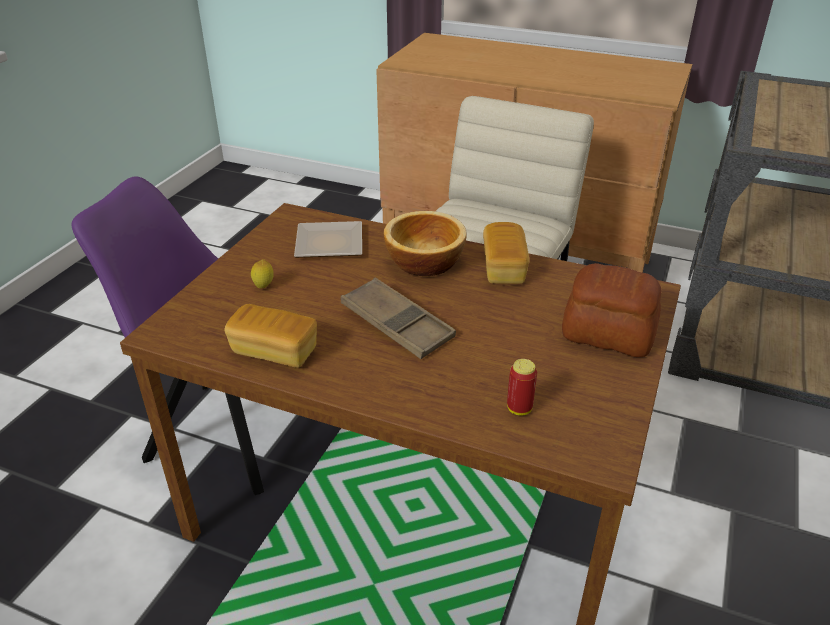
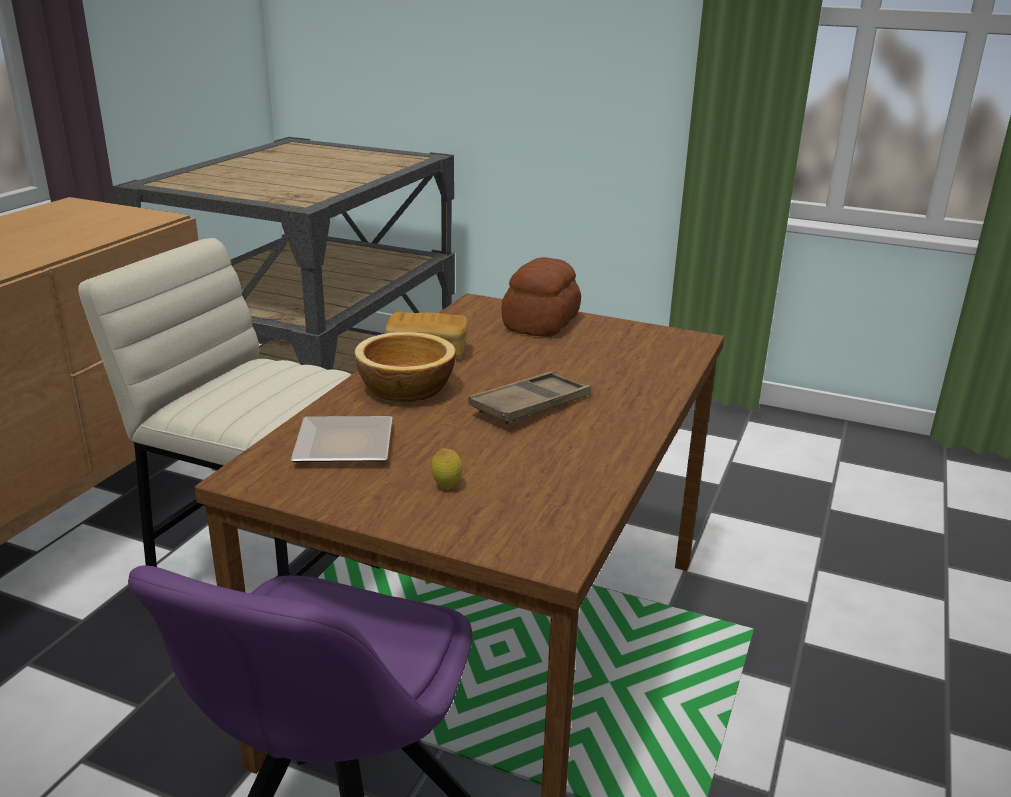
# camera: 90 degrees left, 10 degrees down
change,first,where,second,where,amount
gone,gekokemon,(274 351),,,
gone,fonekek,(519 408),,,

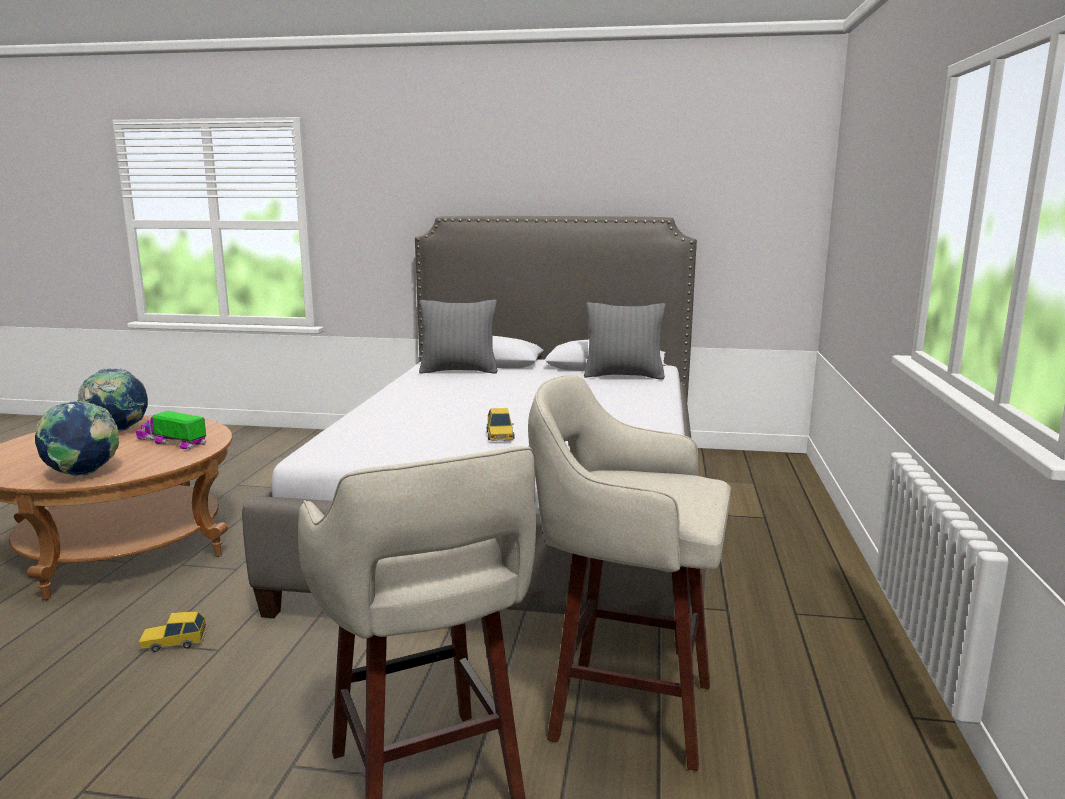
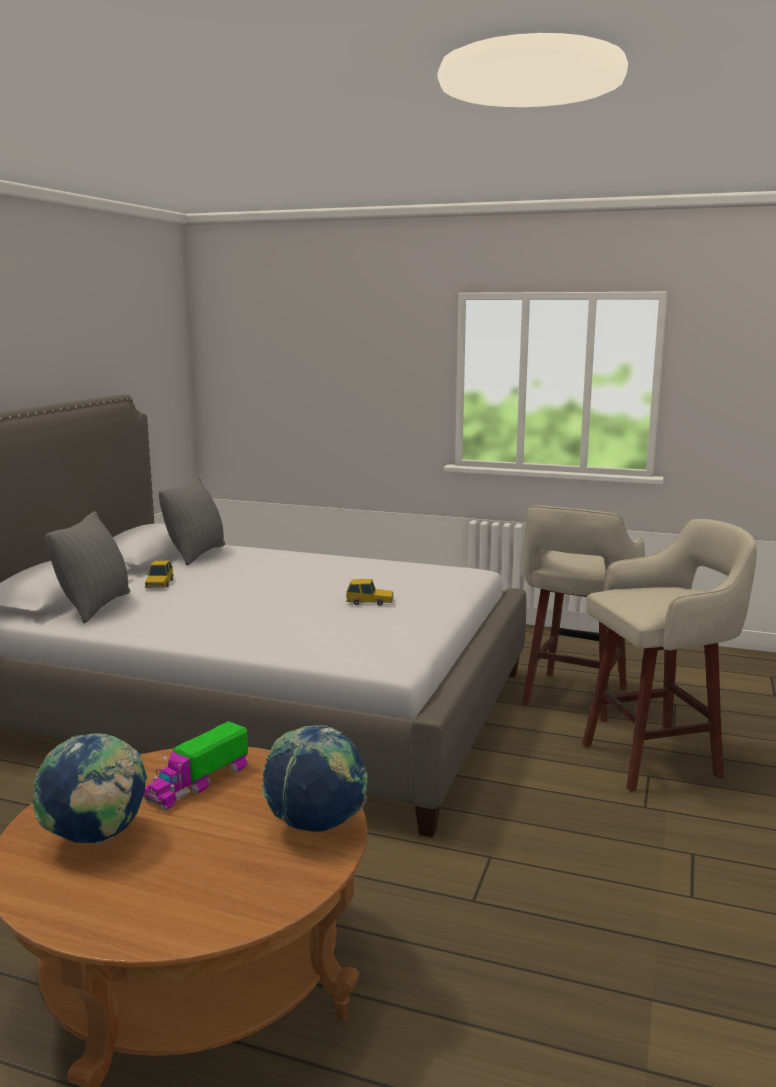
# camera: 80 degrees left, 0 degrees up
change,first,where,second,where,amount
shifted,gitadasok,(173 642),,(159 584),

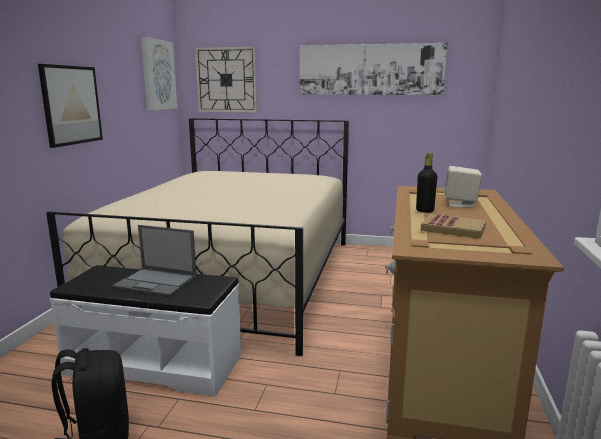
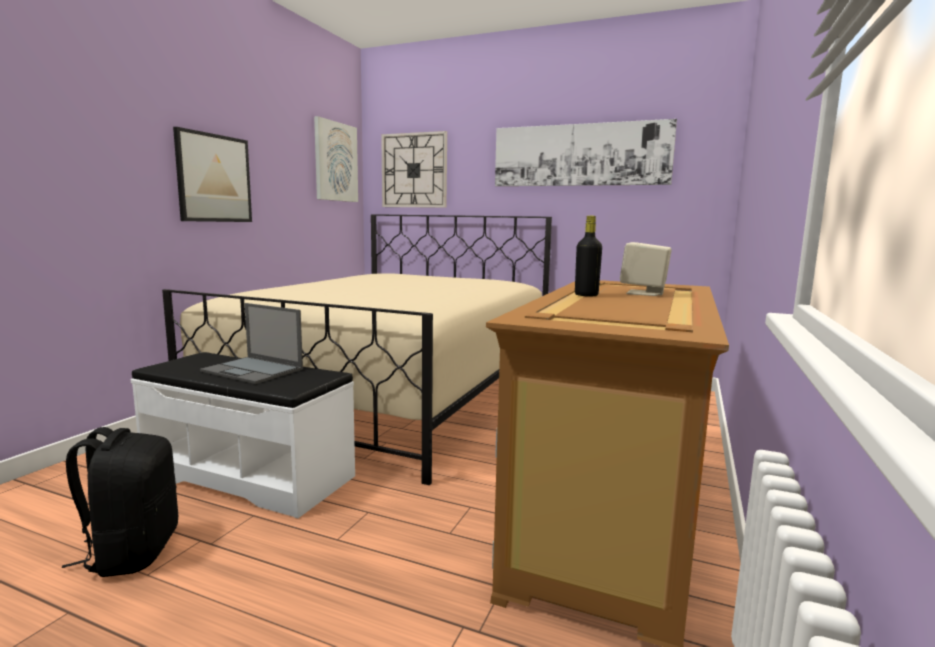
# camera: 10 degrees right, 5 degrees down
change,first,where,second,where,amount
gone,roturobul,(453 229),,,

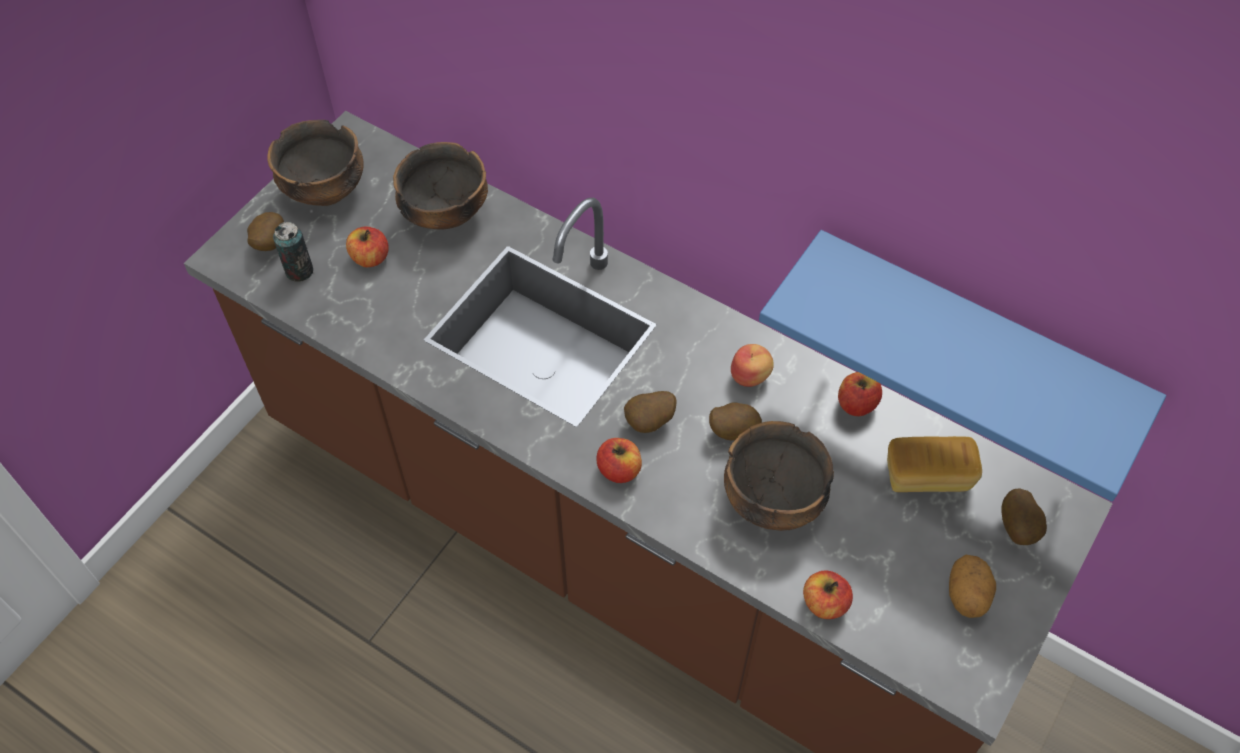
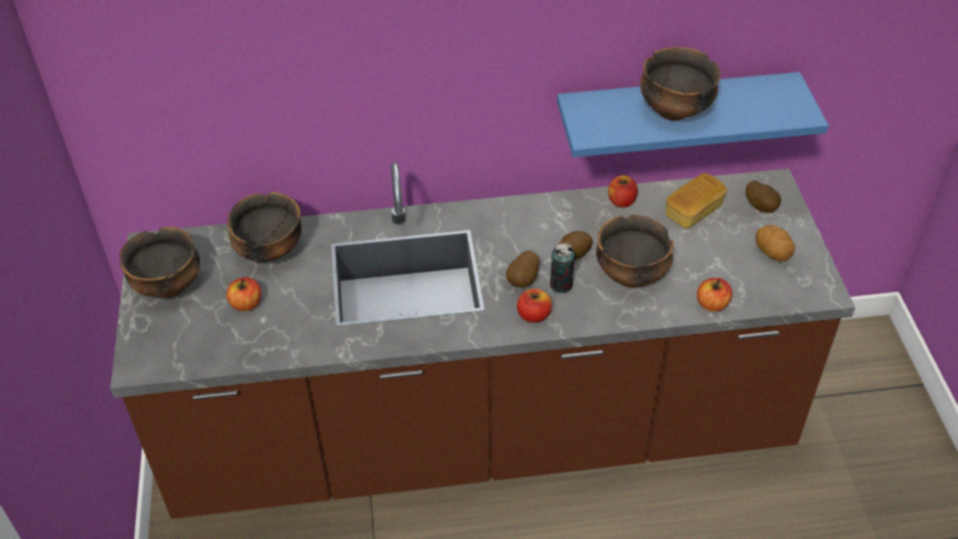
# camera: 40 degrees left, 10 degrees down
change,first,where,second,where,amount
shifted,fonekek,(299 271),,(561 285),
new,,,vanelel,(674 109),
gone,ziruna,(268 244),,,
gone,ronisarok,(750 376),,,

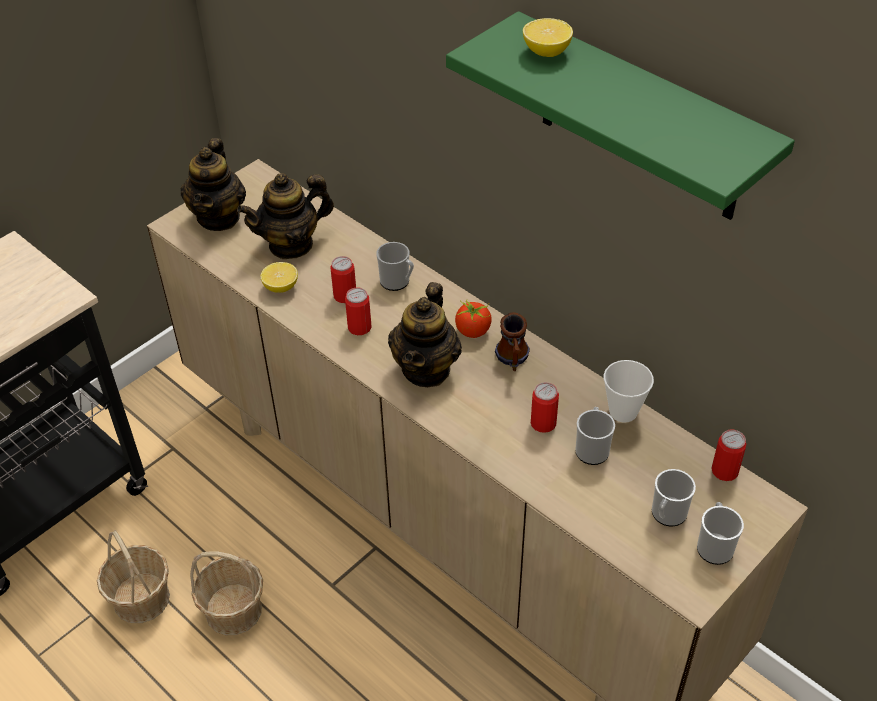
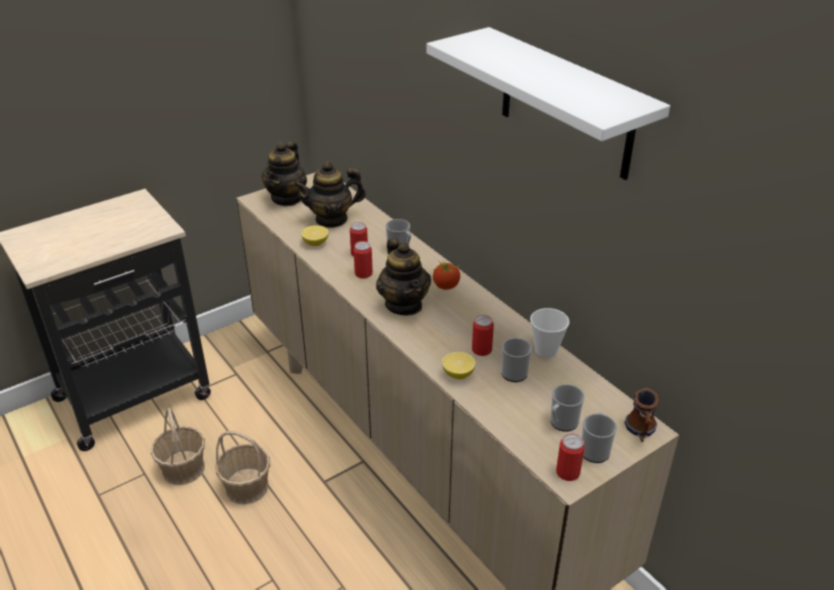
# camera: 10 degrees right, 10 degrees down
change,first,where,second,where,amount
rotated,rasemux,(426 369),,(404 305),45 degrees counterclockwise
repainted,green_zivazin,(640 120),white_zivazin,(566 104),
shifted,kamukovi,(546 52),,(458 374),
shifted,fonekek,(724 471),,(567 472),
shifted,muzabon,(513 360),,(640 432),

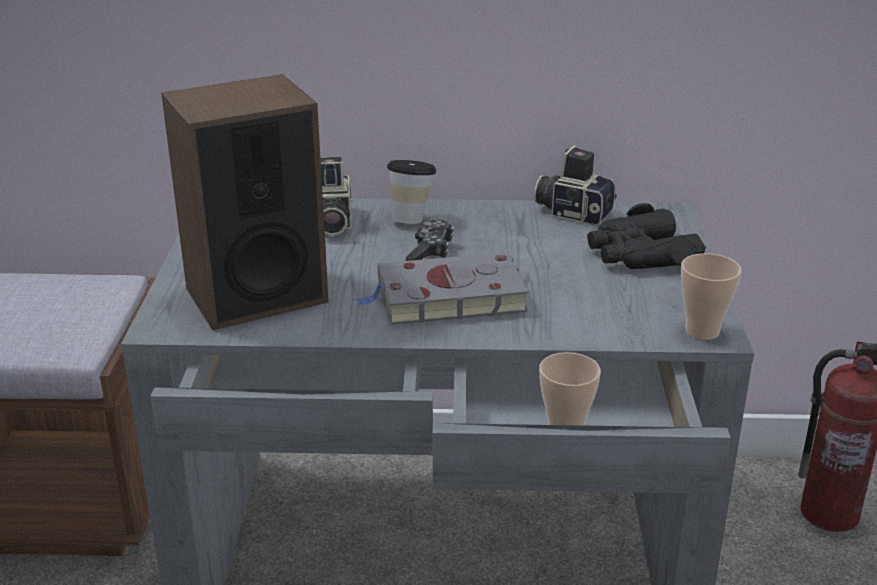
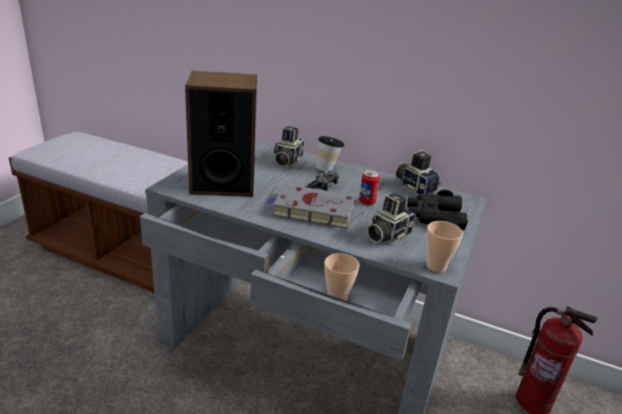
# camera: 20 degrees right, 0 degrees up
change,first,where,second,where,amount
new,,,fonekek,(367 202),
new,,,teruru,(386 235),

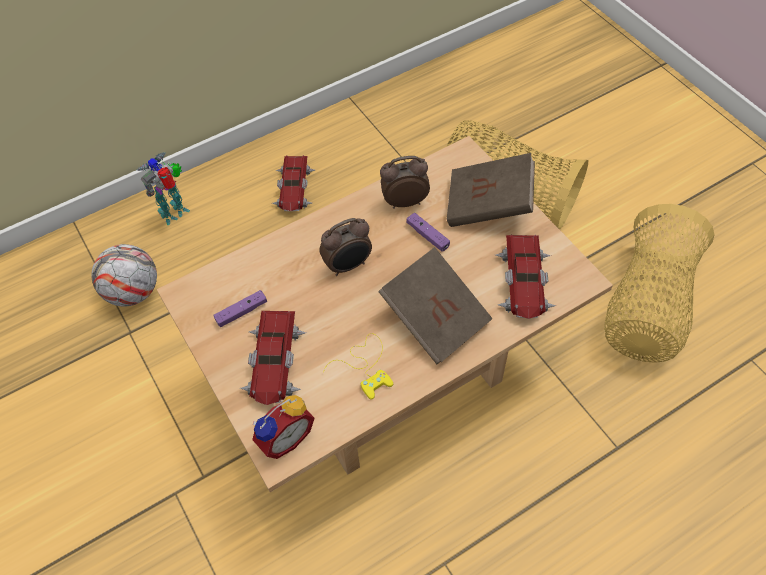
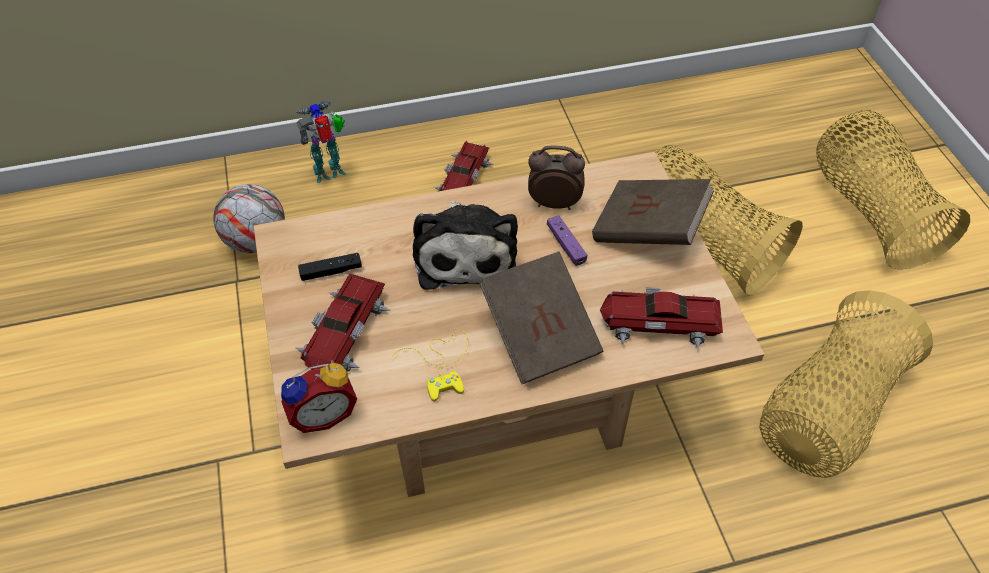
# camera: 15 degrees right, 5 degrees down
change,first,where,second,where,amount
repainted,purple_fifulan,(241 312),black_fifulan,(331 271),
swapped,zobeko,(348 266),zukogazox,(465 254),
rotated,gitadasok,(524 282),,(658 323),75 degrees clockwise
new,,,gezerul,(871 212),

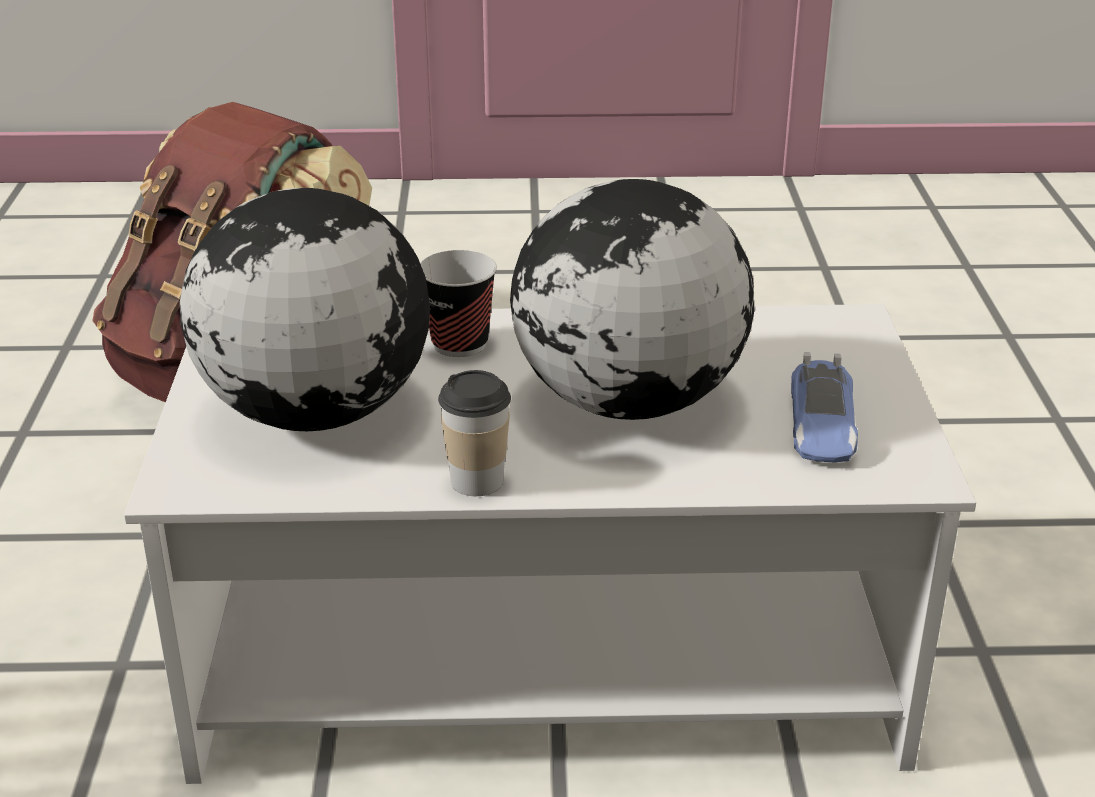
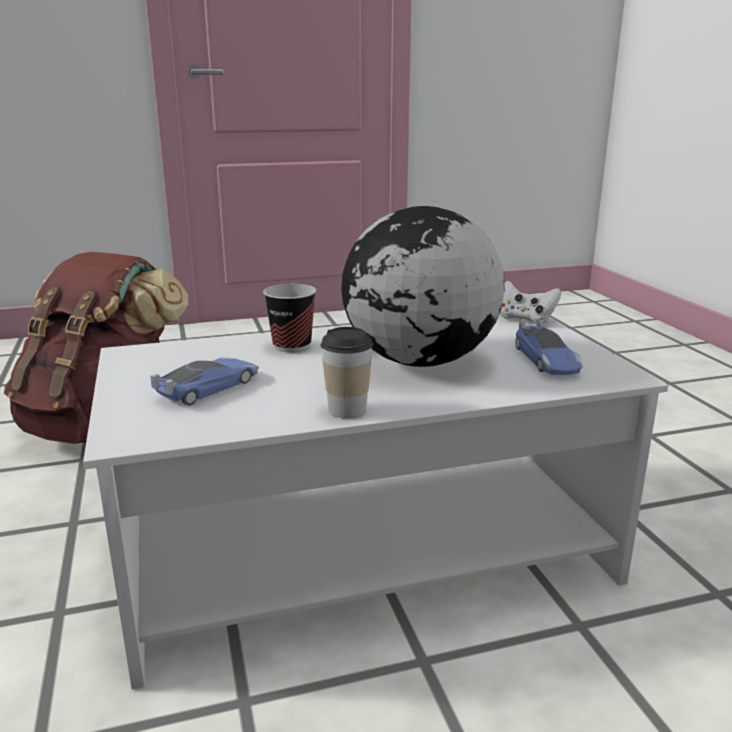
# camera: 15 degrees left, 10 degrees down
change,first,where,second,where,amount
swapped,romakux,(313 412),gitadasok,(209 388),
new,,,white_fifulan,(525 319),

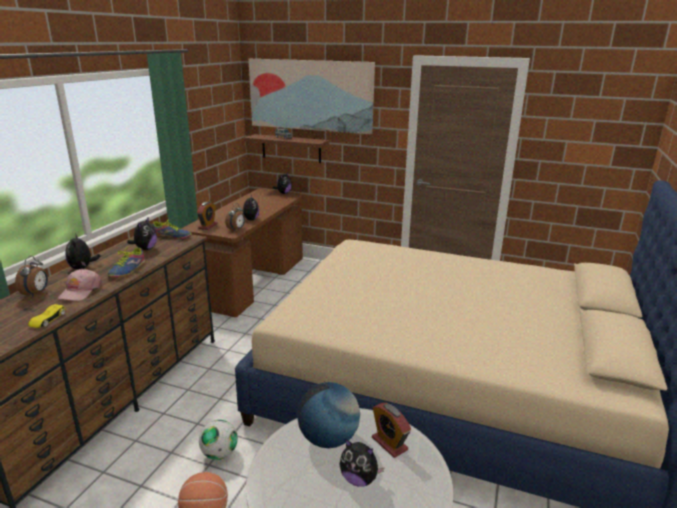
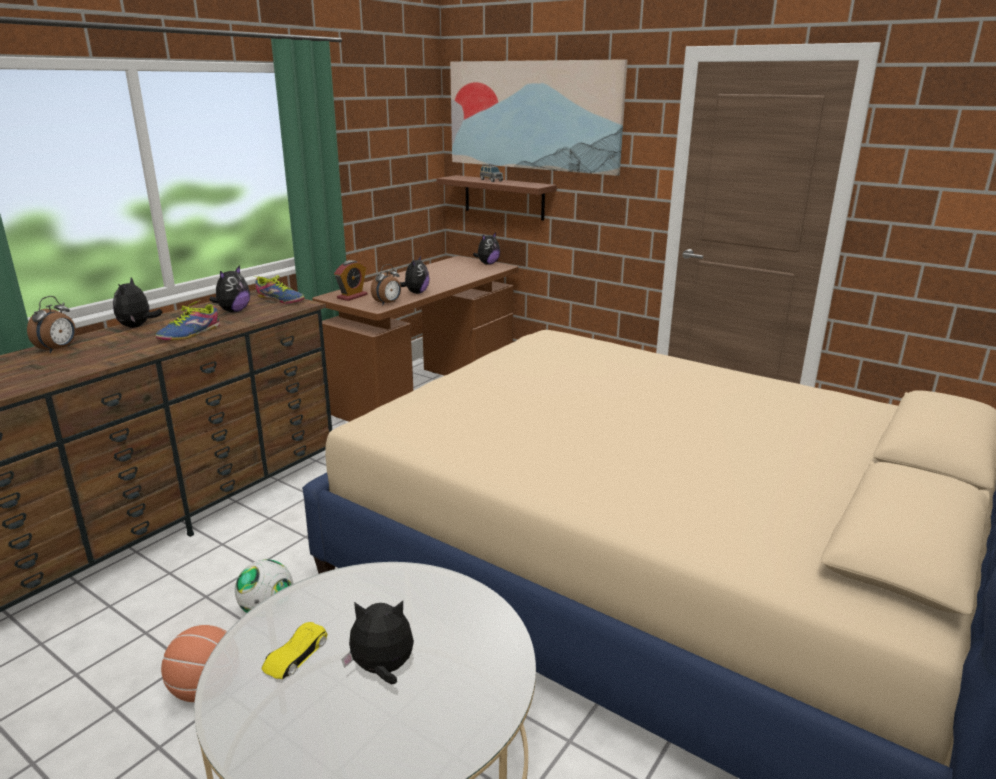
# camera: 15 degrees right, 0 degrees up
change,first,where,second,where,amount
shifted,yellow_gitadasok,(47 319),,(295 655),
rotated,zukogazox,(359 479),,(382 670),135 degrees clockwise
gone,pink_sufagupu,(80 291),,,
gone,romakux,(328 439),,,
gone,zobeko,(389 443),,,

